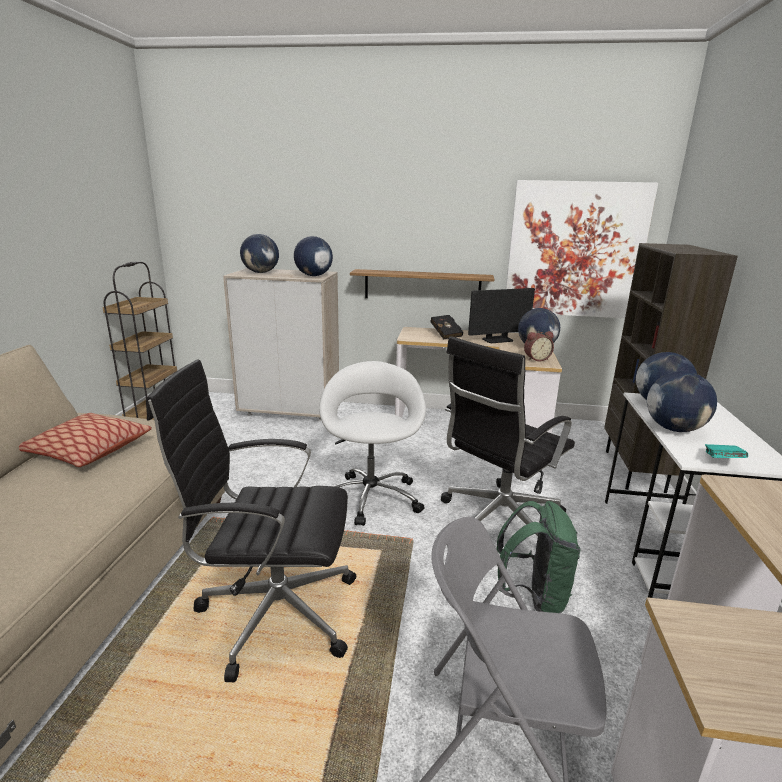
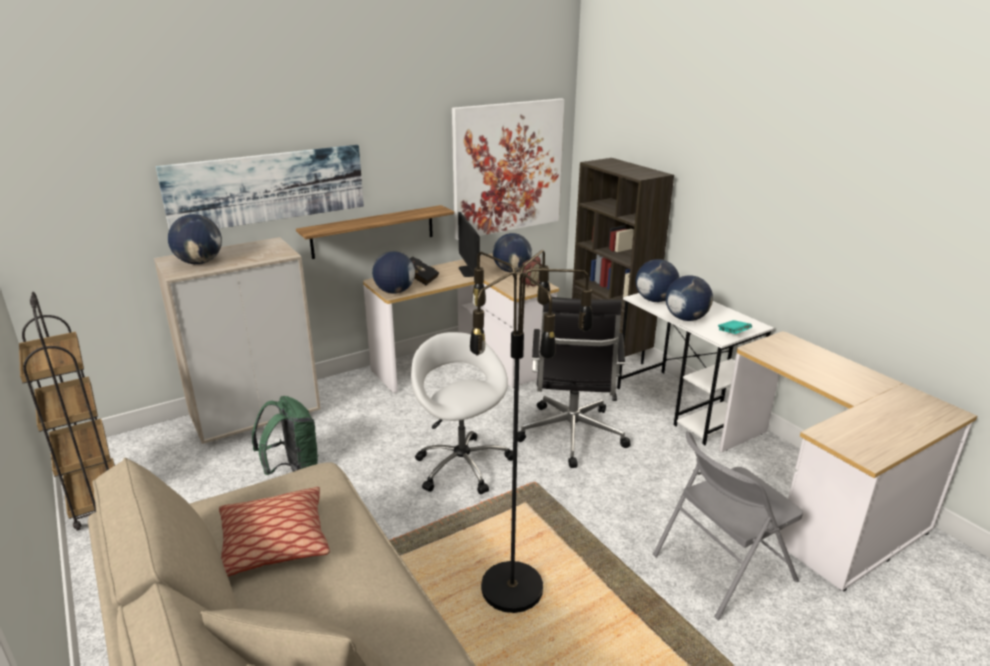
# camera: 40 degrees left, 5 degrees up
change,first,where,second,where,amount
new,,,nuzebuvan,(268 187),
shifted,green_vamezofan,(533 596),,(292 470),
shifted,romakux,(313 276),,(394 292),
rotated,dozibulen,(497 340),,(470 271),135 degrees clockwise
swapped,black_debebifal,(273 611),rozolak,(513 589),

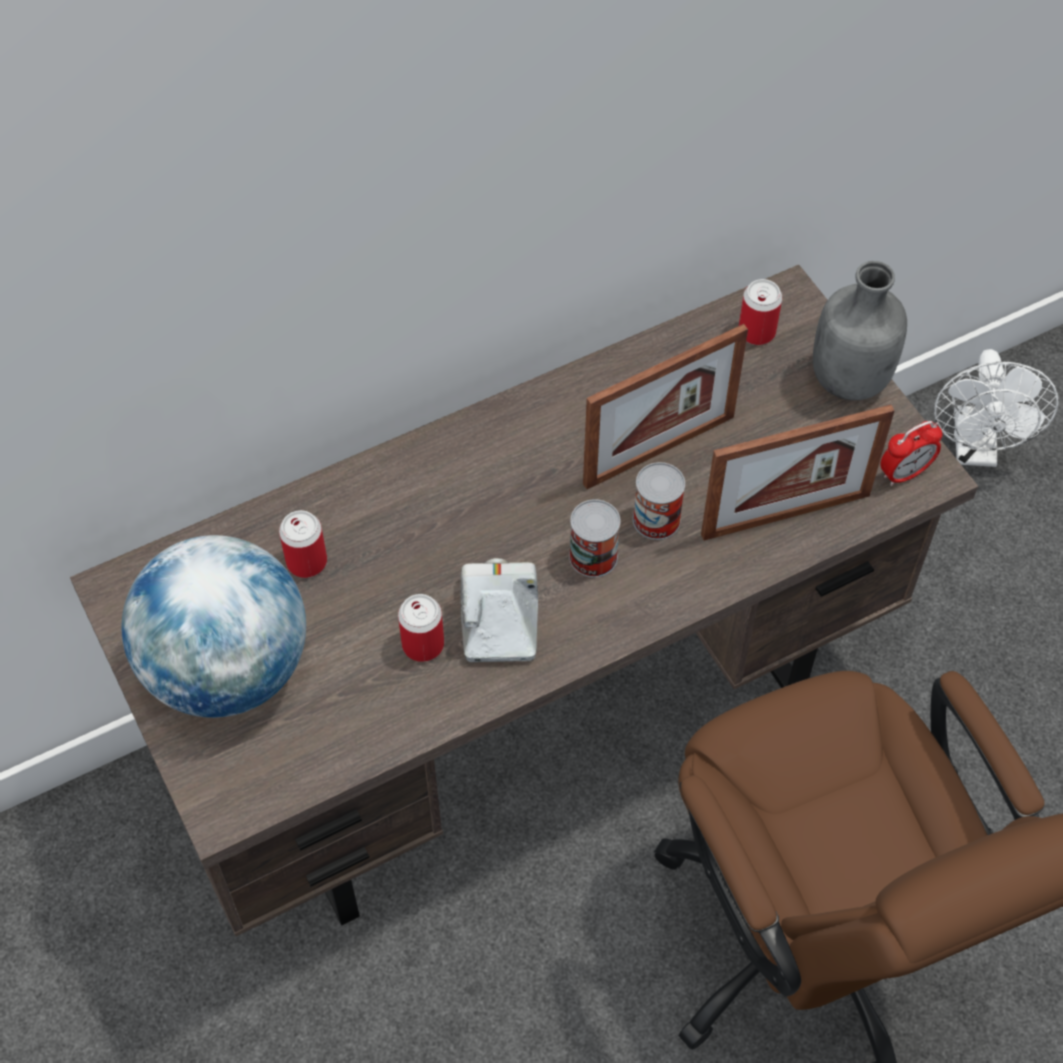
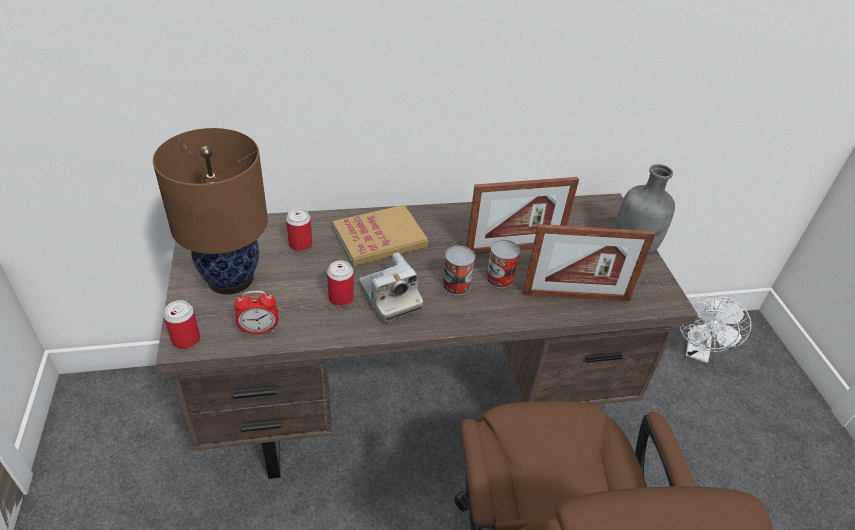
# camera: 15 degrees right, 15 degrees down
change,first,where,second,where,amount
swapped,romakux,(227 669),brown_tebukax,(230 278),
shifted,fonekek,(756 331),,(186 339),
shifted,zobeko,(904 473),,(259 330),
new,,,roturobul,(379 238),
rotated,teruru,(499 618),,(390 298),135 degrees clockwise

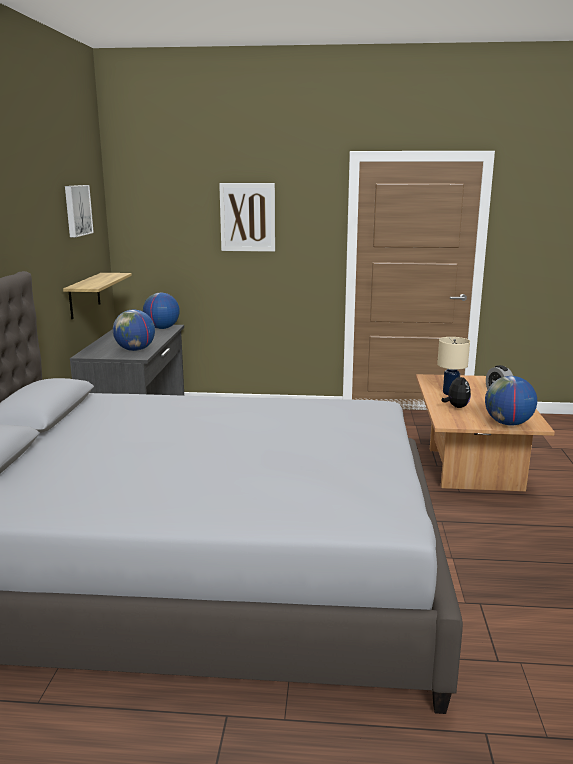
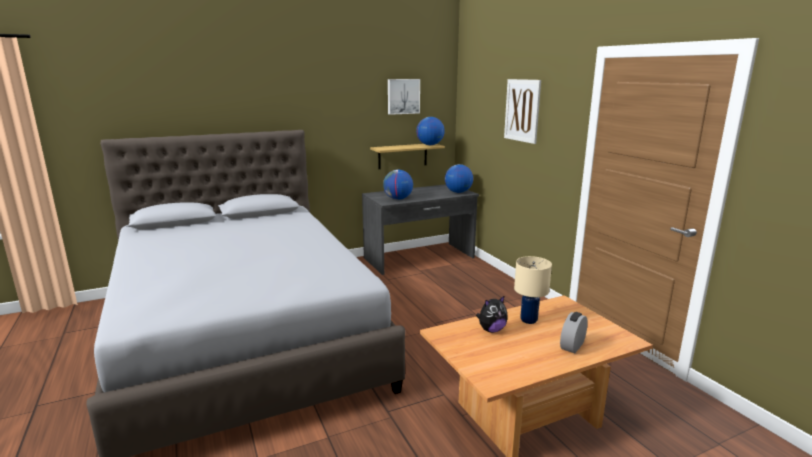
# camera: 60 degrees right, 0 degrees up
change,first,where,second,where,amount
shifted,romakux,(508 423),,(430 145),

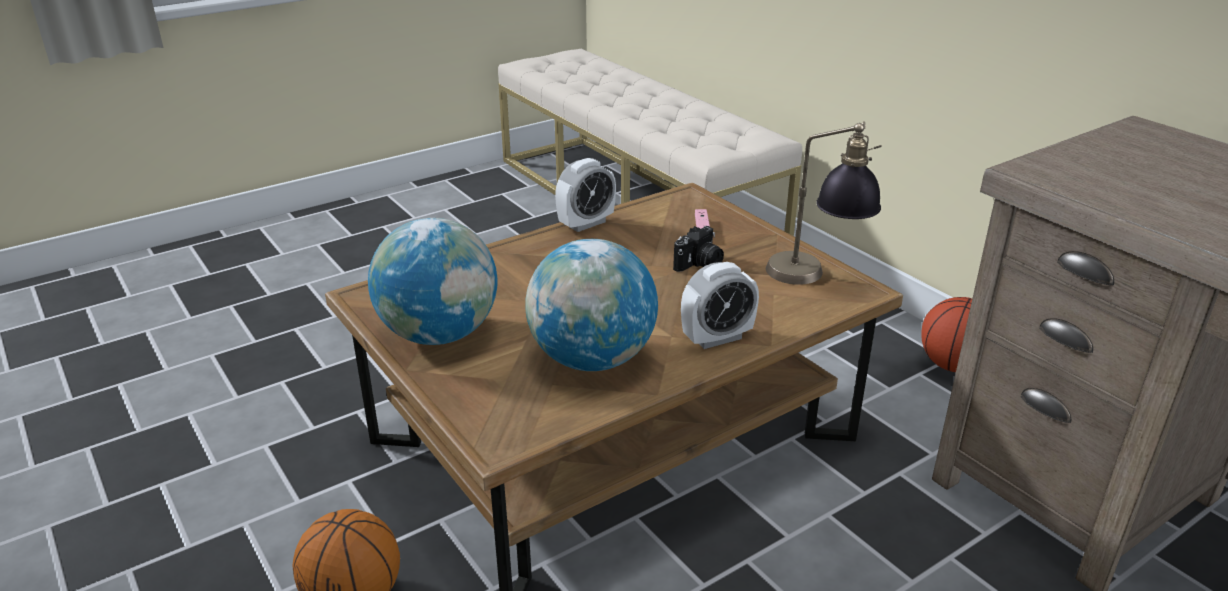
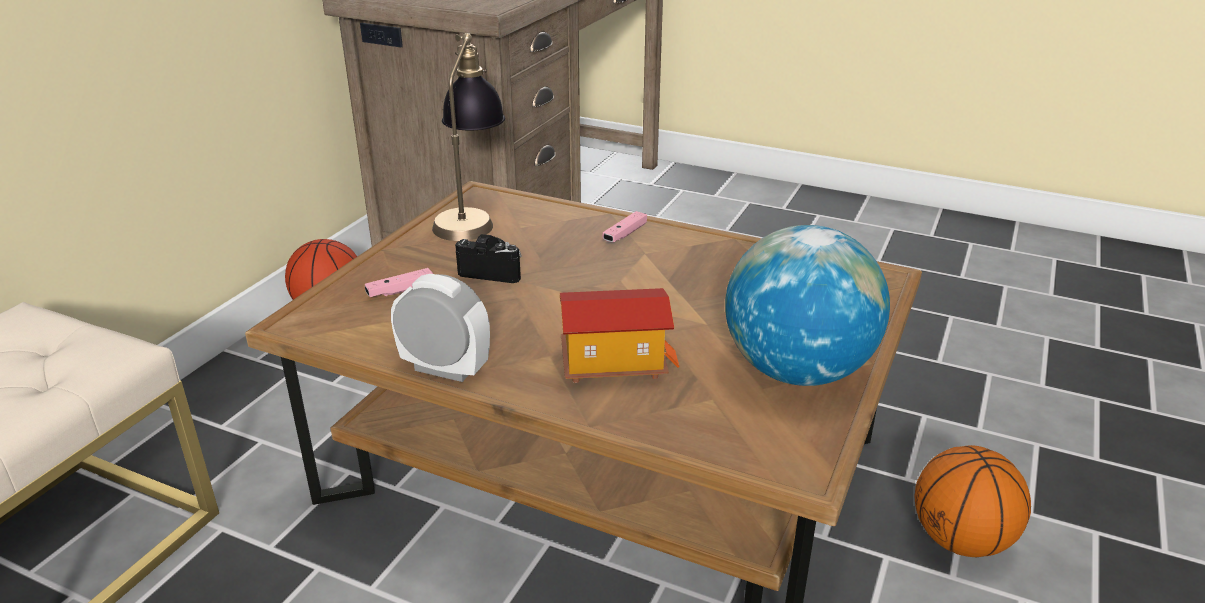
# camera: 120 degrees left, 0 degrees up
change,first,where,second,where,amount
new,,,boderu,(614 363),
swapped,zobeko,(717 338),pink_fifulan,(625 234),
gone,romakux,(592 359),,,

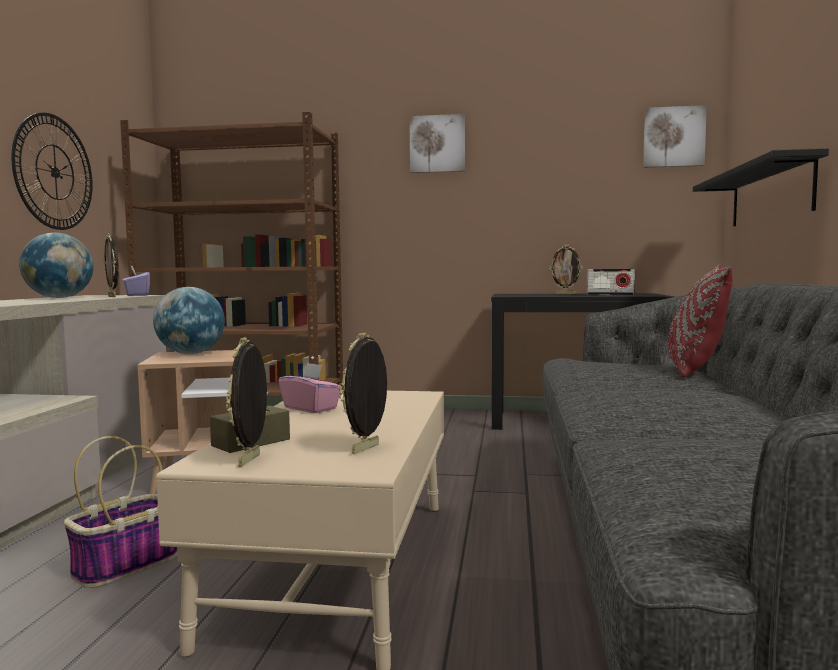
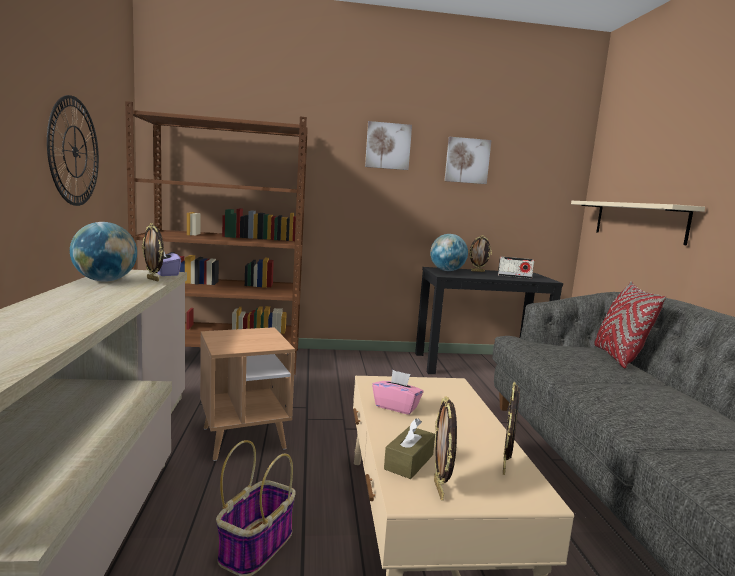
# camera: 15 degrees left, 5 degrees up
change,first,where,second,where,amount
shifted,romakux,(190 354),,(447 271),
shifted,nuzebuvan,(673 137),,(467 160),
repainted,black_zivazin,(770 195),beige_zivazin,(638 221),

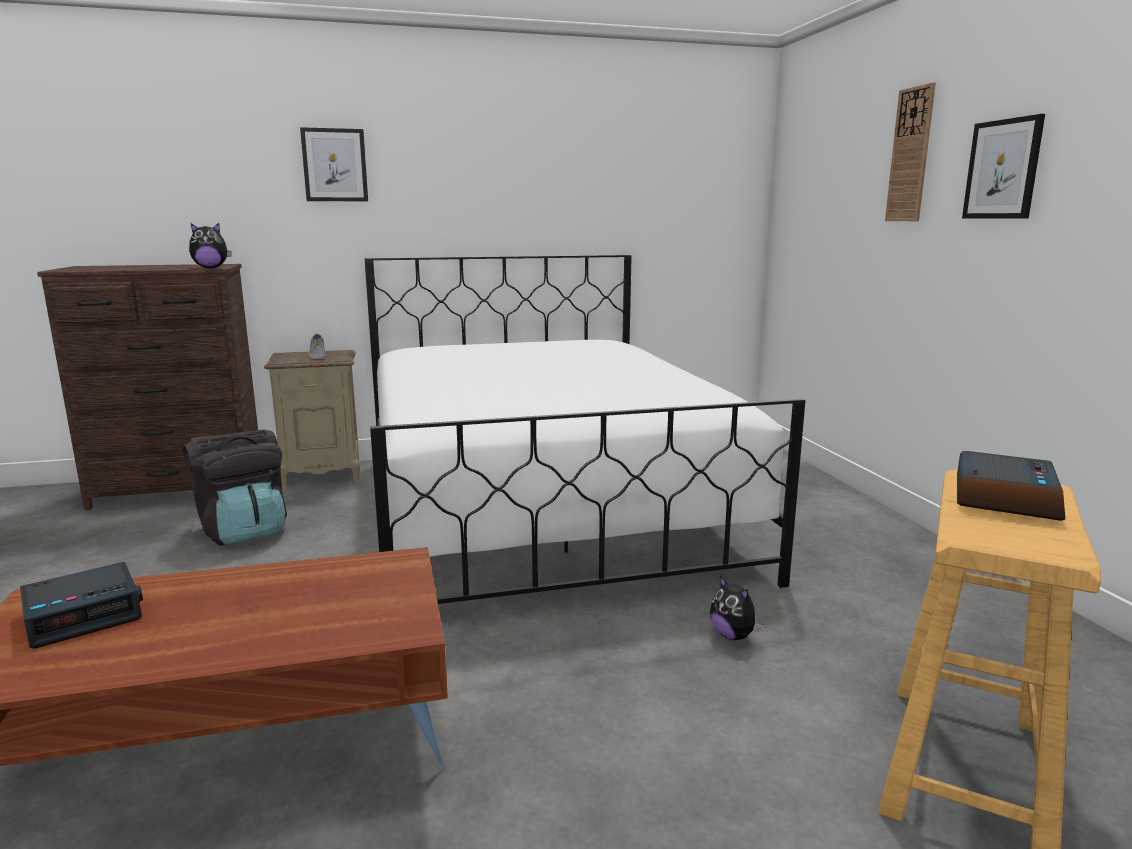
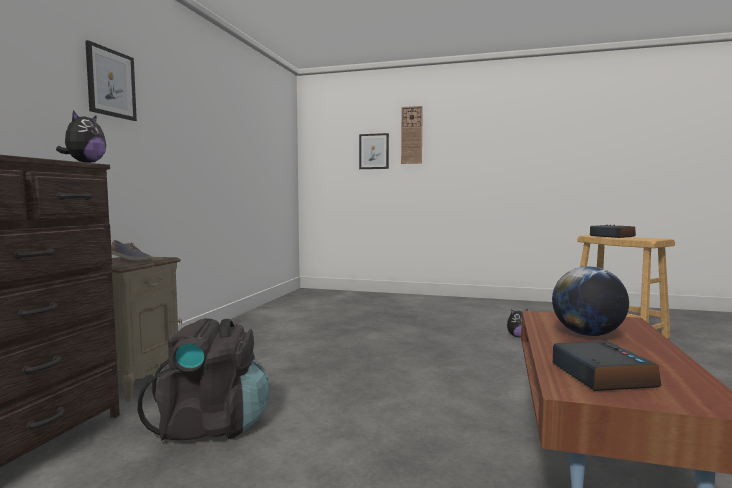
# camera: 60 degrees left, 10 degrees down
change,first,where,second,where,amount
shifted,nuzebuvan,(1002 169),,(374 151),
new,,,romakux,(588 334),
gone,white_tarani,(542 511),,,

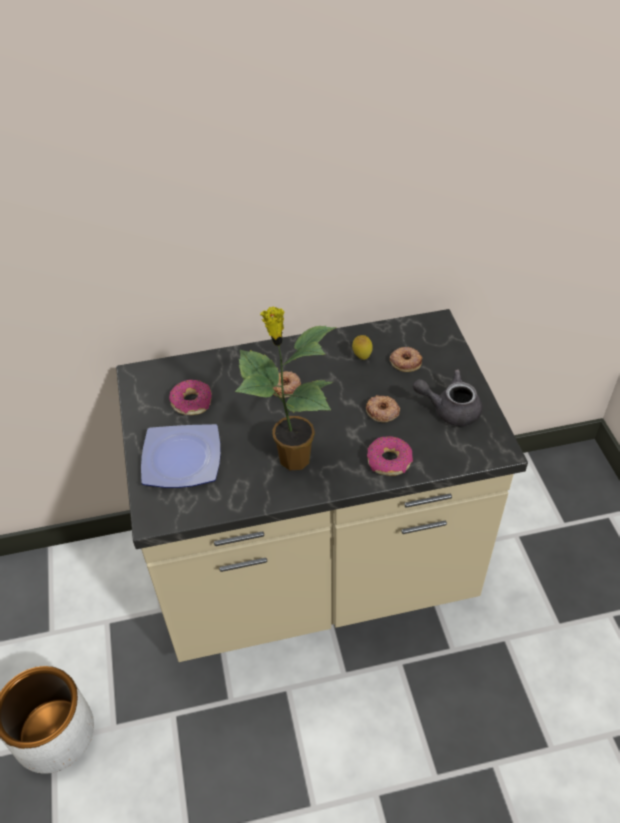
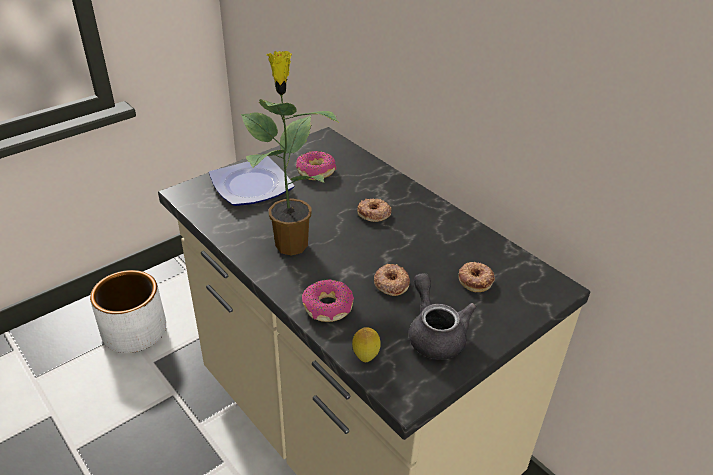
# camera: 60 degrees right, 10 degrees down
change,first,where,second,where,amount
shifted,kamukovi,(362 357),,(365 357),

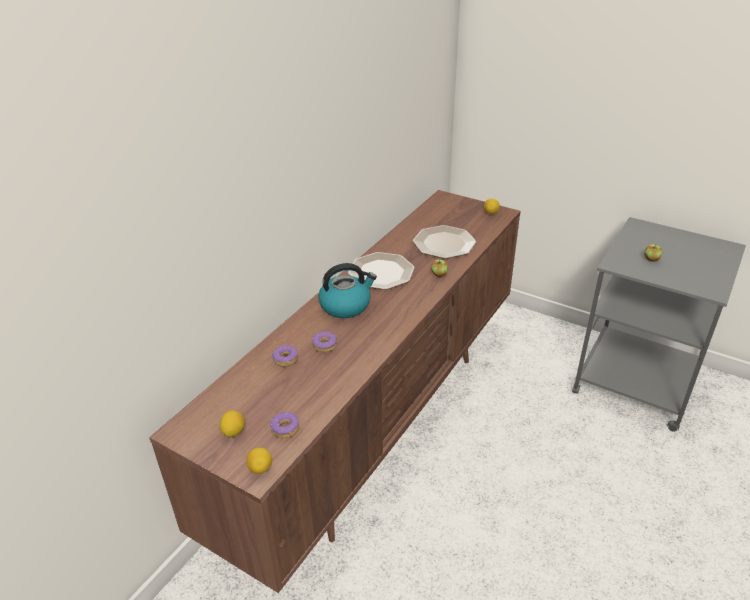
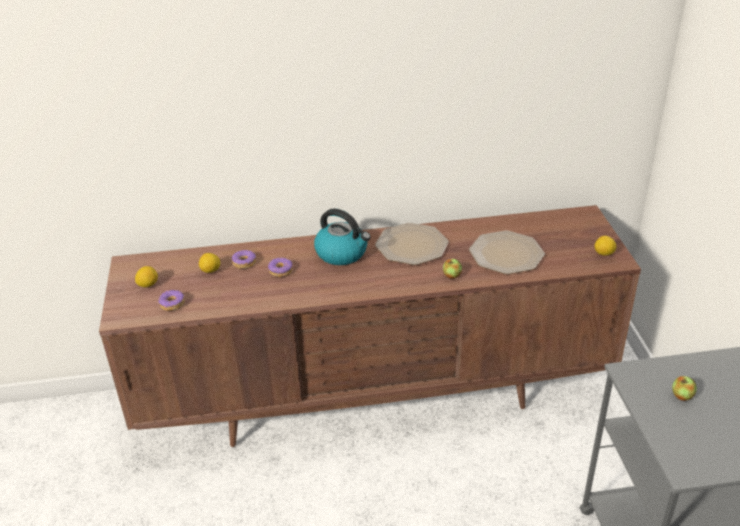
# camera: 50 degrees right, 0 degrees up
change,first,where,second,where,amount
shifted,kamukovi,(260 468),,(211 271),

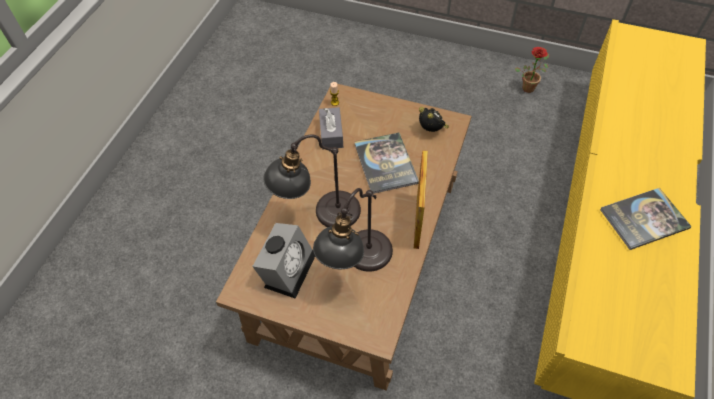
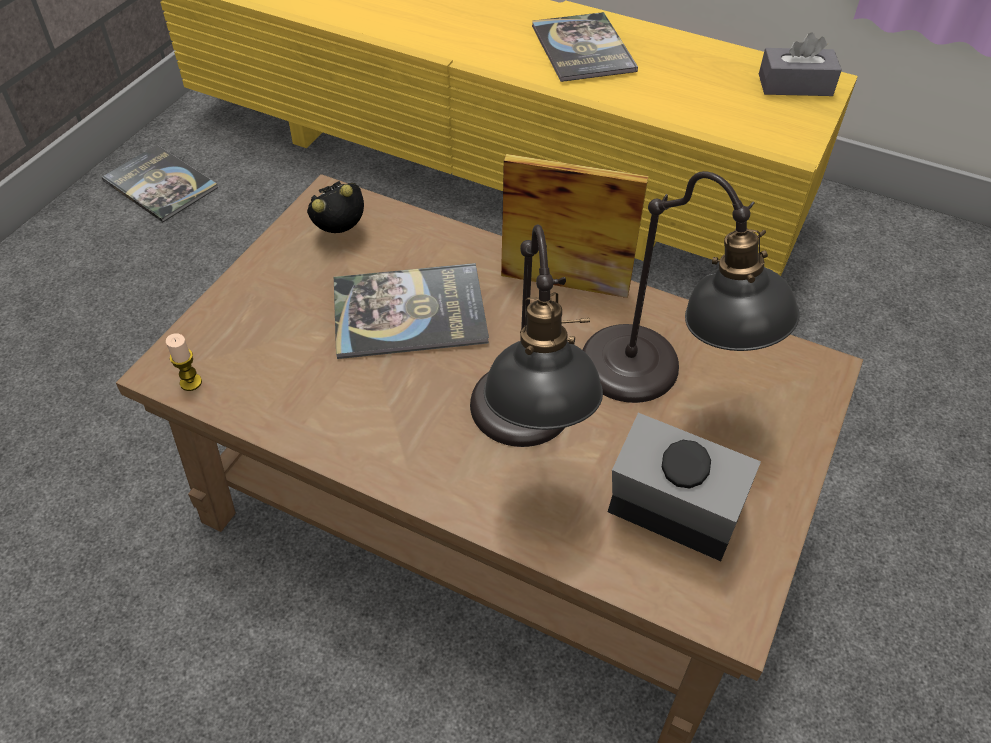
# camera: 85 degrees left, 5 degrees down
change,first,where,second,where,amount
swapped,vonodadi,(529 86),roturobul,(160 184),
shifted,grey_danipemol,(331 134),,(795 85),

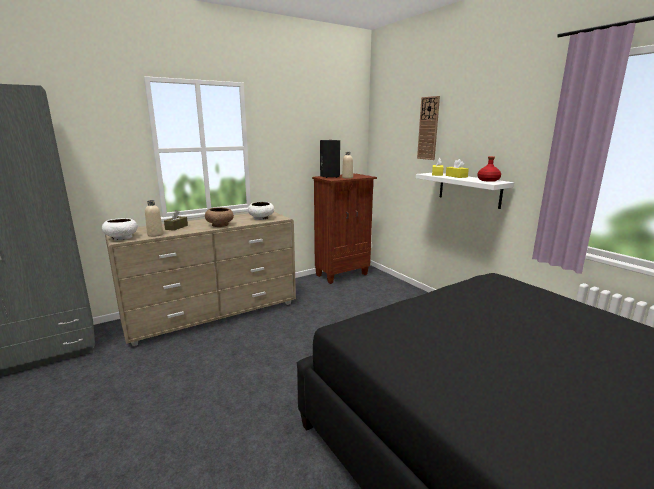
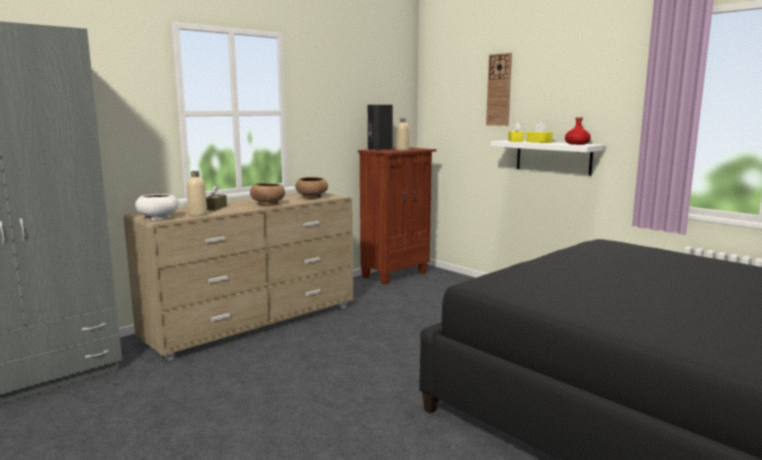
# camera: 10 degrees left, 5 degrees down
change,first,where,second,where,amount
repainted,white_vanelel,(261 218),brown_vanelel,(312 197),

